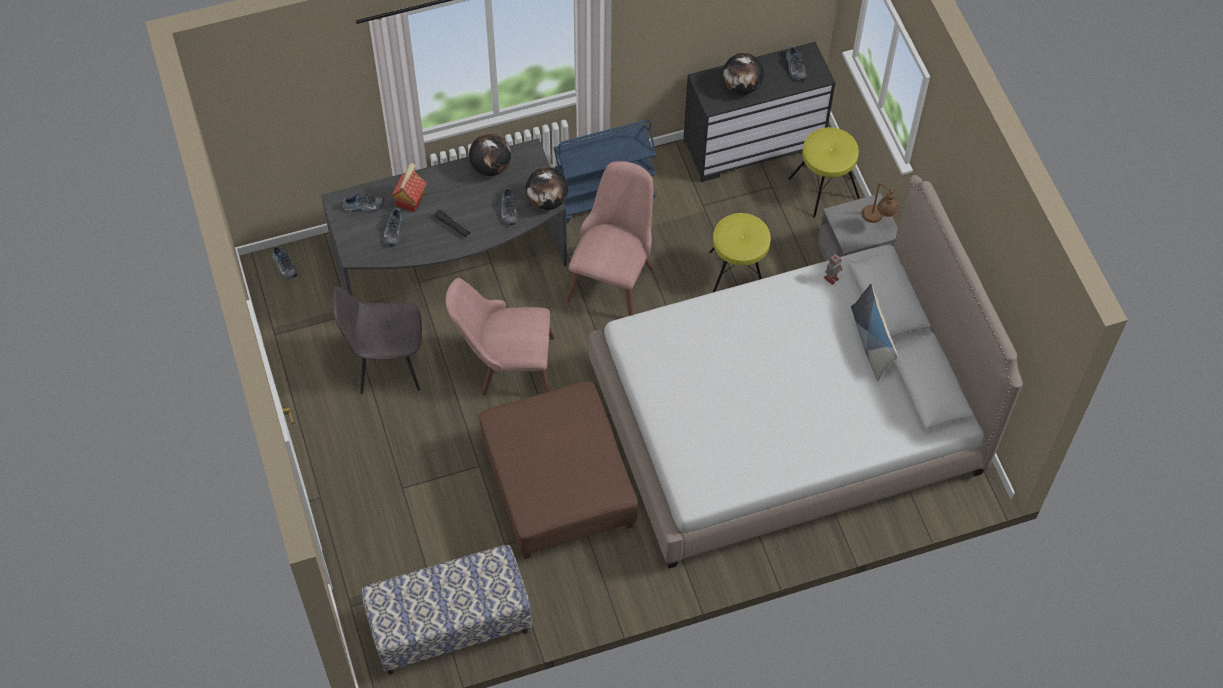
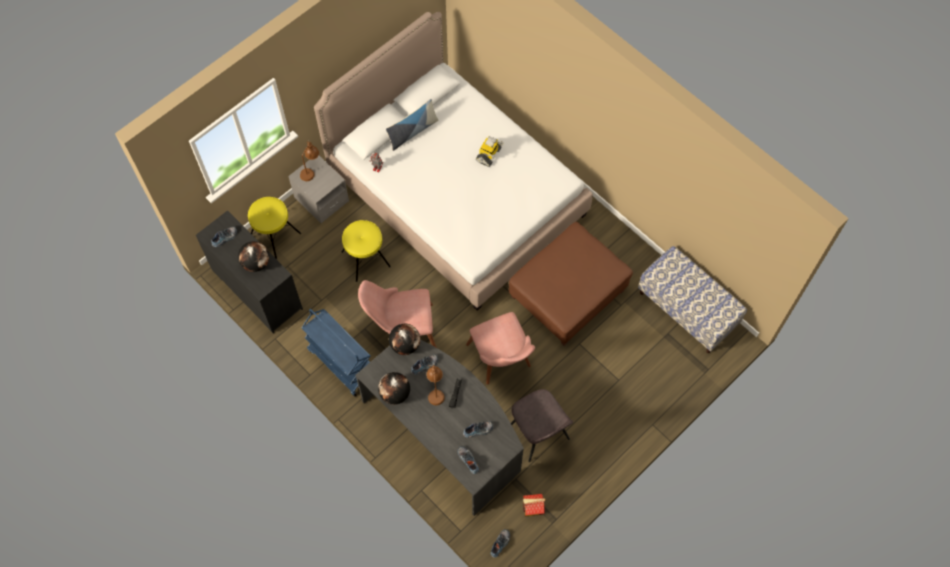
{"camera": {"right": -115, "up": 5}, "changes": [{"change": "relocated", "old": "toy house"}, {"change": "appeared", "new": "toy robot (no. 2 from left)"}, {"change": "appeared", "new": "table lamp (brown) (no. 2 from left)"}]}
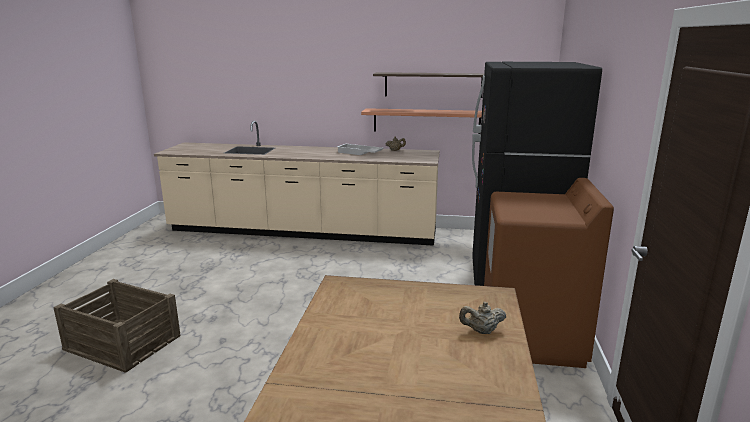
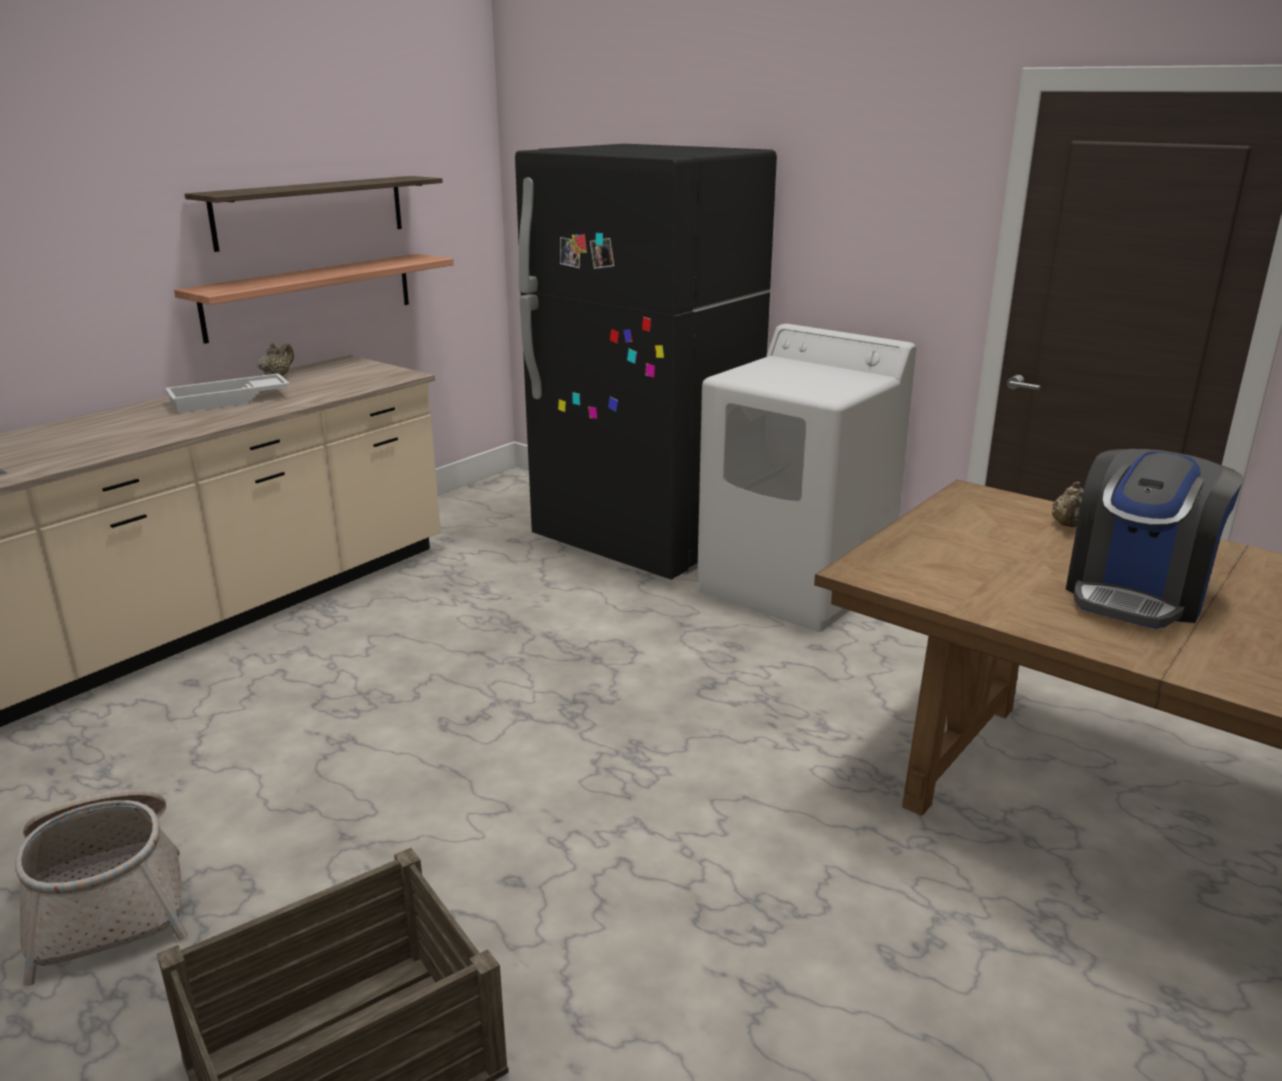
{"camera": {"right": -60, "up": 5}, "changes": [{"change": "colour", "old": "washing machine (brown)", "new": "washing machine (white)"}, {"change": "appeared", "new": "coffee machine"}, {"change": "appeared", "new": "basket"}]}
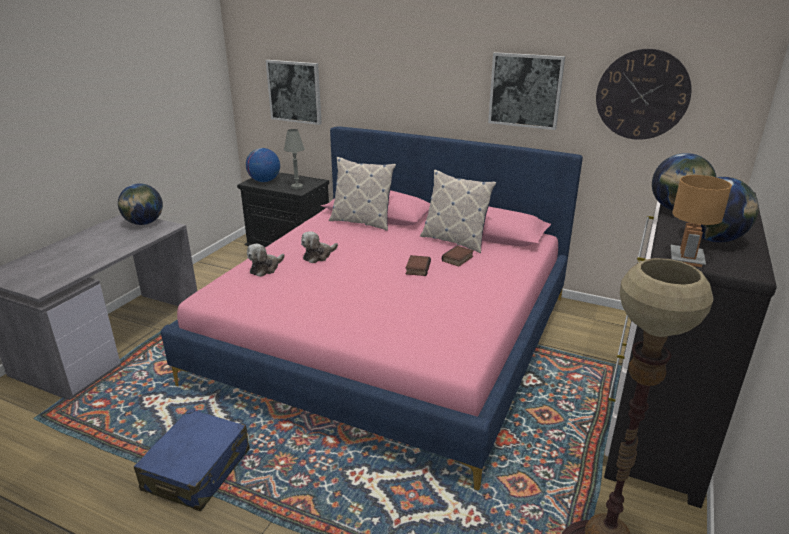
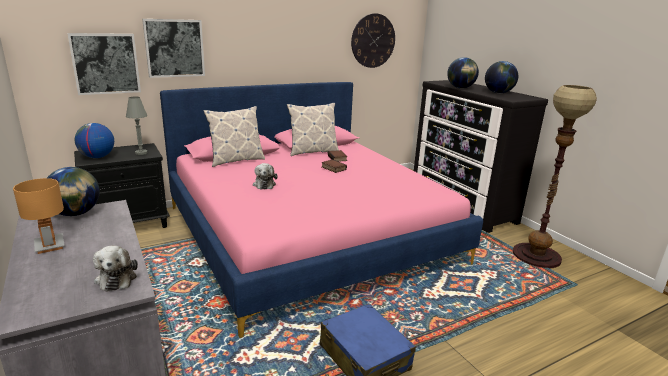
{"camera": {"right": -55, "up": -5}, "changes": [{"change": "relocated", "old": "picture (no. 2 from left)"}, {"change": "relocated", "old": "table lamp (brown)"}, {"change": "relocated", "old": "plush toy (no. 1 from left)"}]}
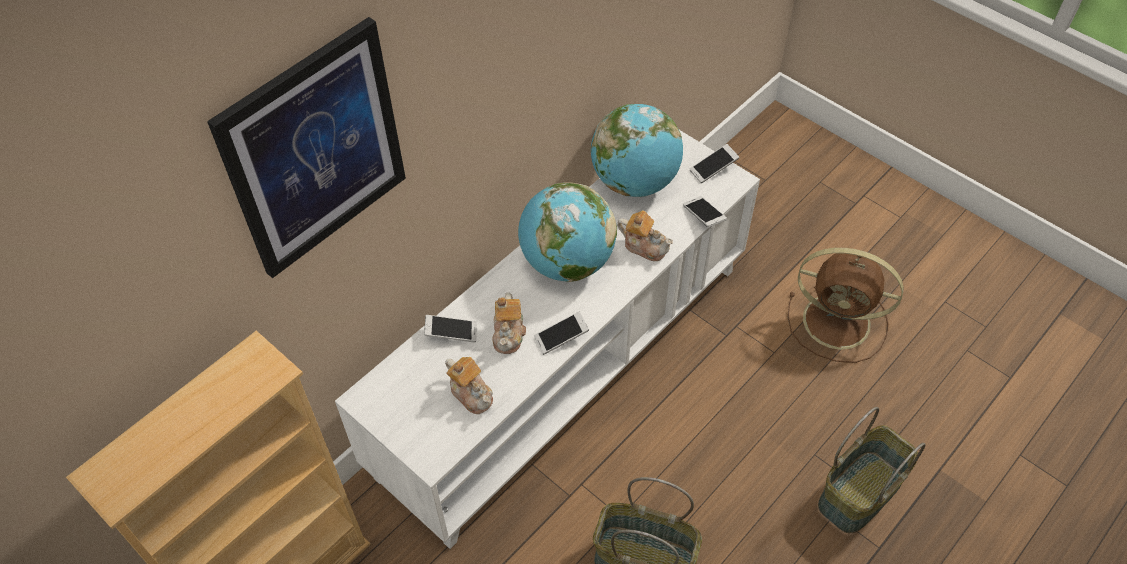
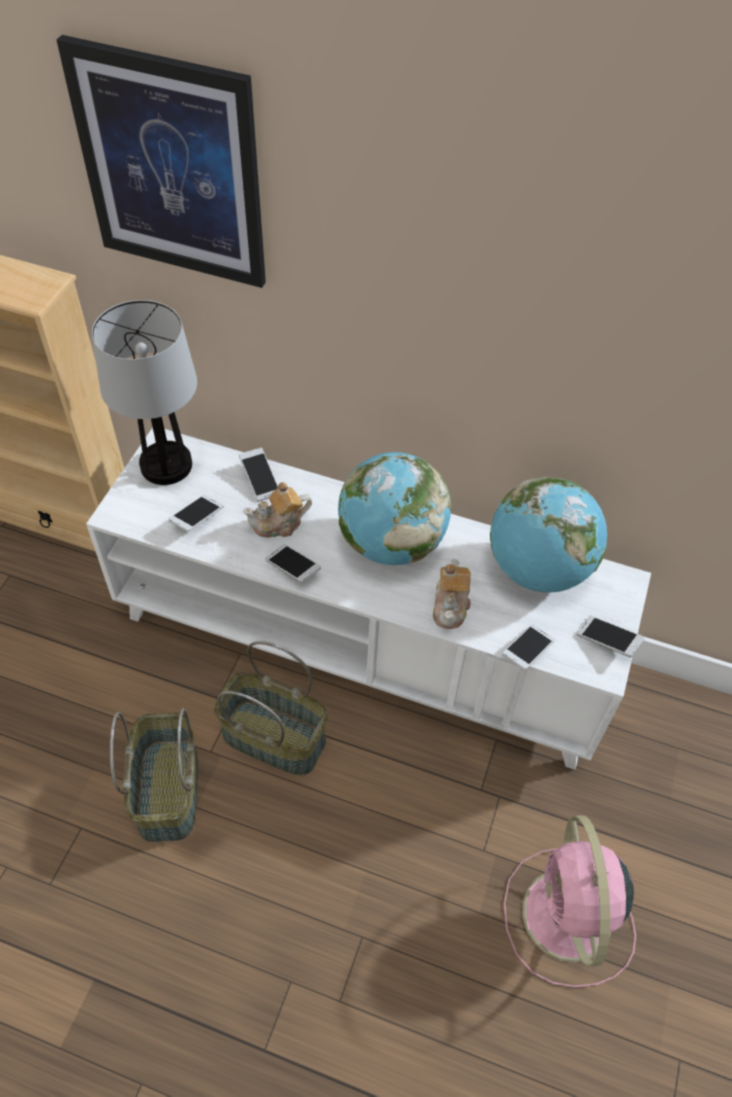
{"camera": {"right": 65, "up": 0}, "changes": [{"change": "colour", "old": "fan (brown)", "new": "fan (pink)"}, {"change": "exchanged", "old": "teapot (no. 1 from left)", "new": "phone (no. 1 from left)"}, {"change": "relocated", "old": "basket (no. 2 from left)"}, {"change": "appeared", "new": "table lamp"}]}
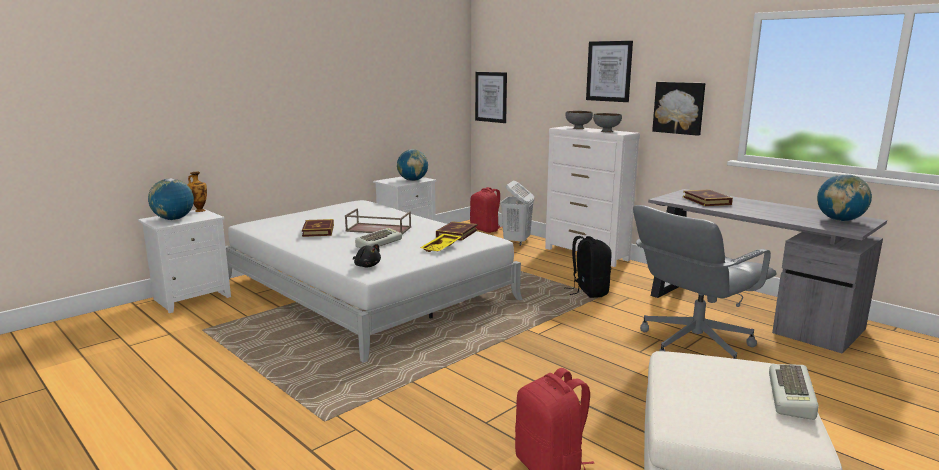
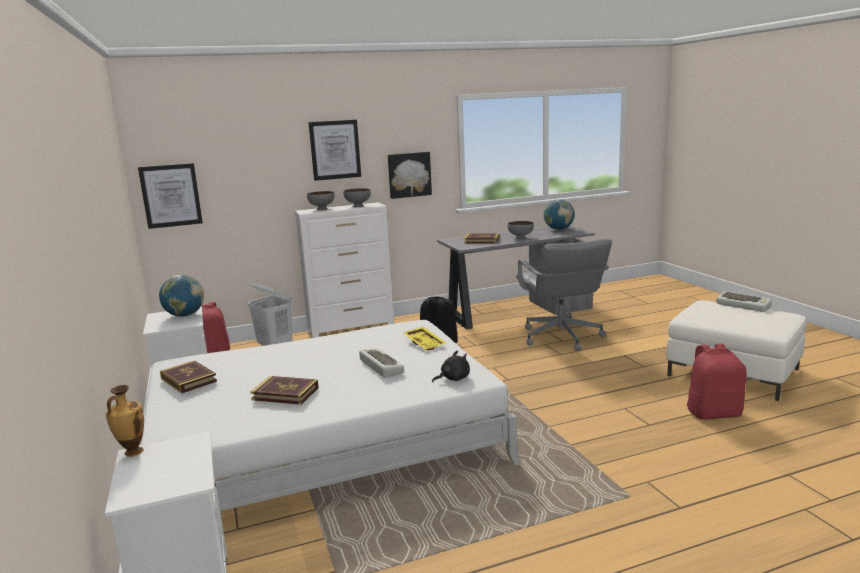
{"camera": {"right": -65, "up": 0}, "changes": [{"change": "missing", "old": "globe (no. 1 from left)"}, {"change": "missing", "old": "tray (brown)"}, {"change": "relocated", "old": "book (no. 2 from left in the first image)", "new": "book (no. 1 from left)"}, {"change": "appeared", "new": "bowl (grey) (no. 3 from left)"}]}
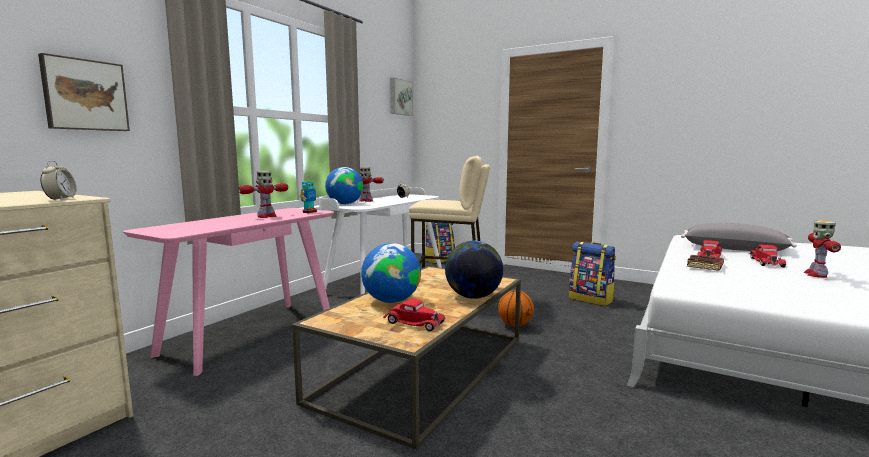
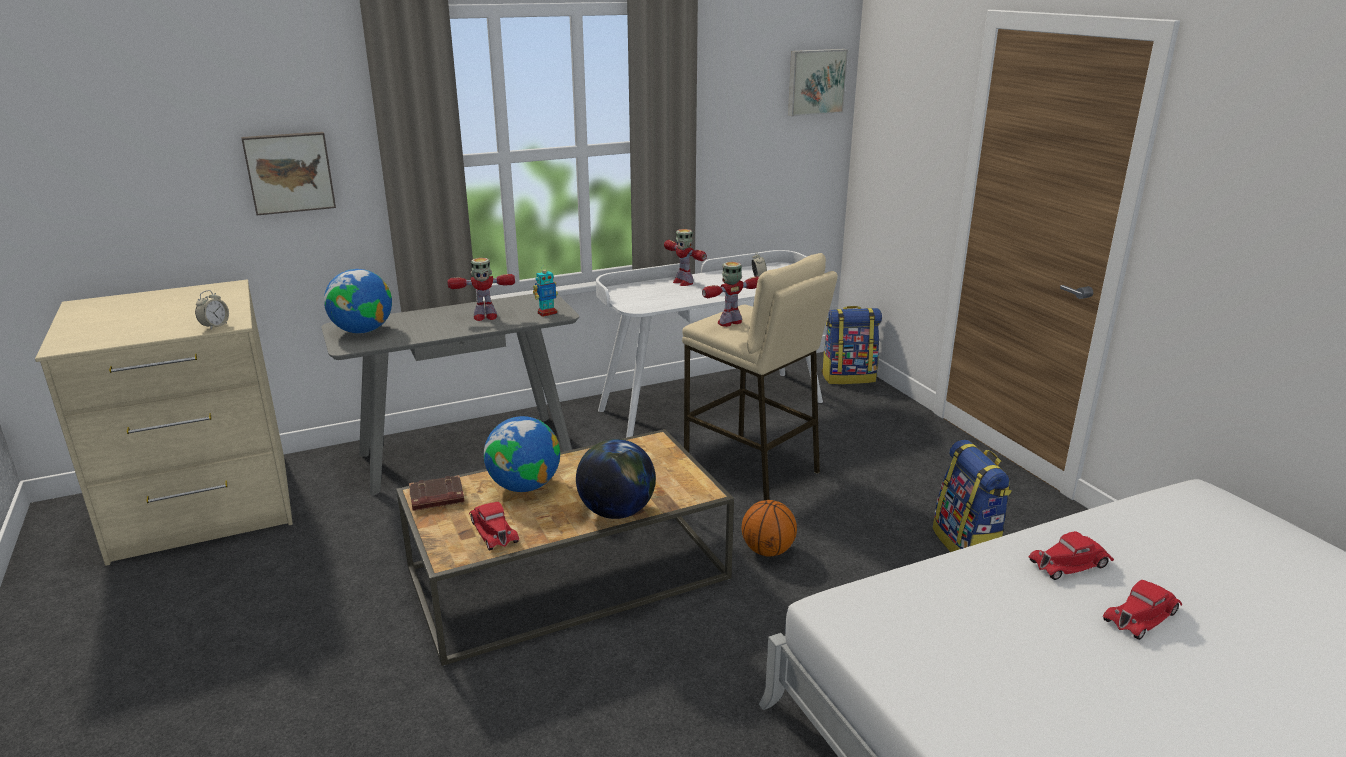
{"camera": {"right": 35, "up": 15}, "changes": [{"change": "relocated", "old": "globe (no. 1 from left)"}, {"change": "colour", "old": "console table (pink)", "new": "console table (grey)"}, {"change": "relocated", "old": "toy robot (no. 4 from left)"}, {"change": "missing", "old": "pillow (grey)"}, {"change": "relocated", "old": "book (brown)"}]}
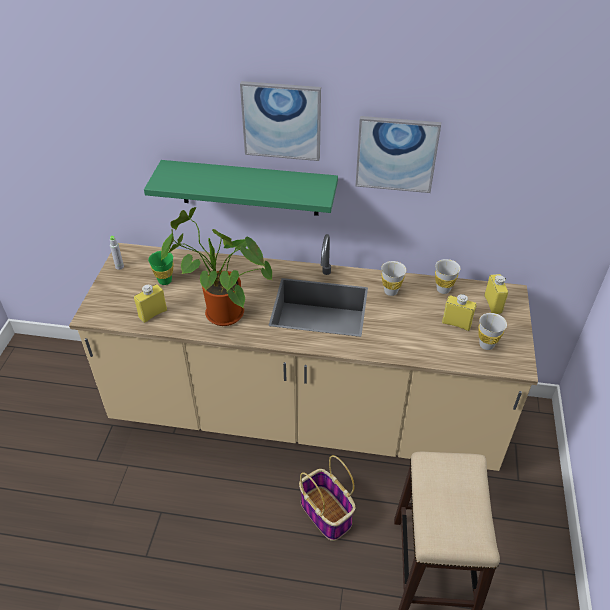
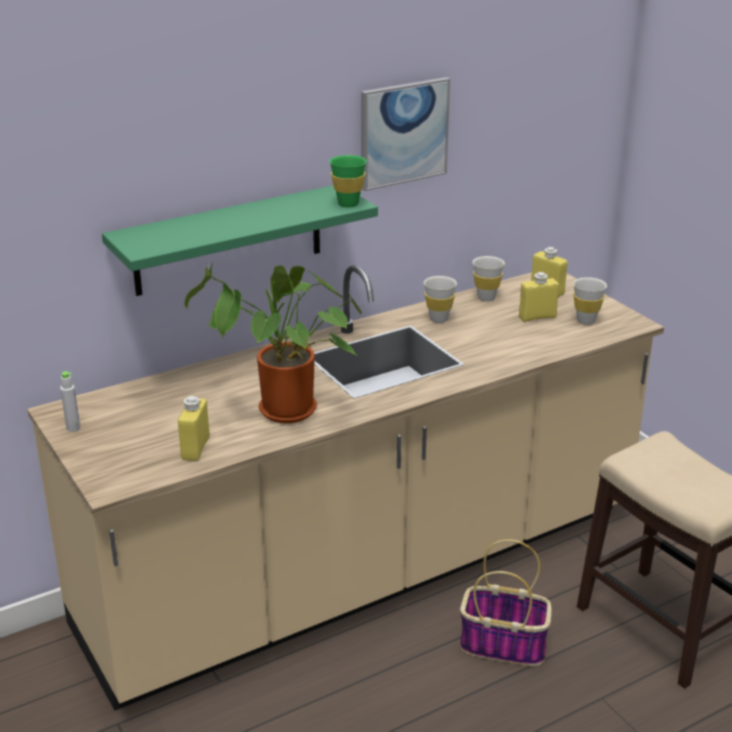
{"camera": {"right": -40, "up": -15}, "changes": [{"change": "missing", "old": "picture (no. 1 from left)"}, {"change": "relocated", "old": "cup (green)"}]}
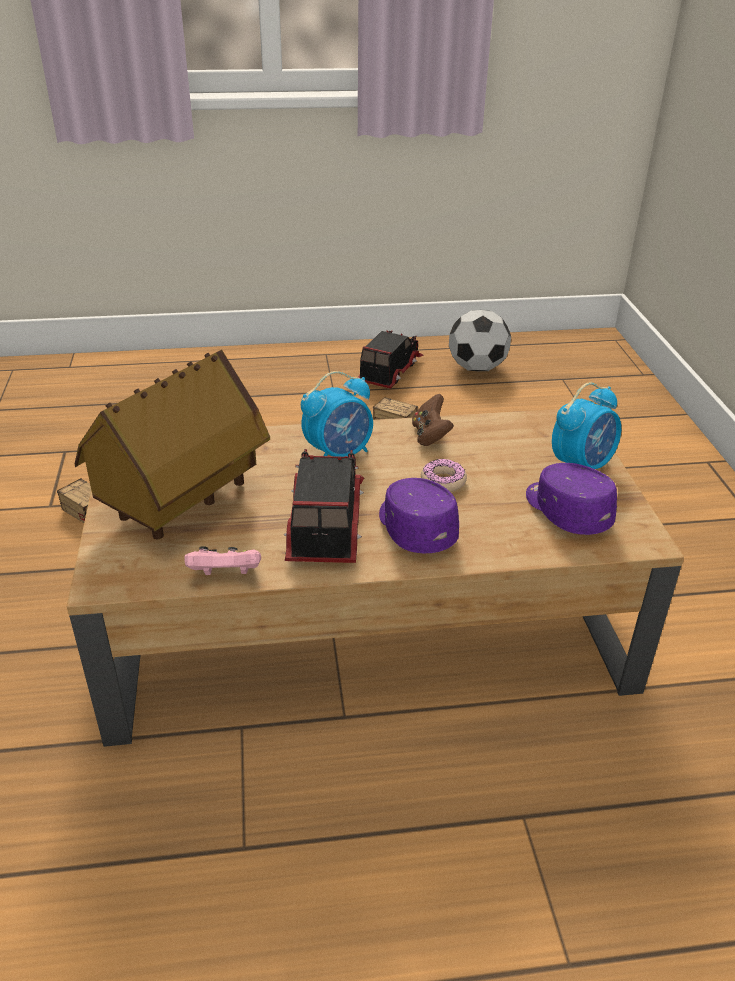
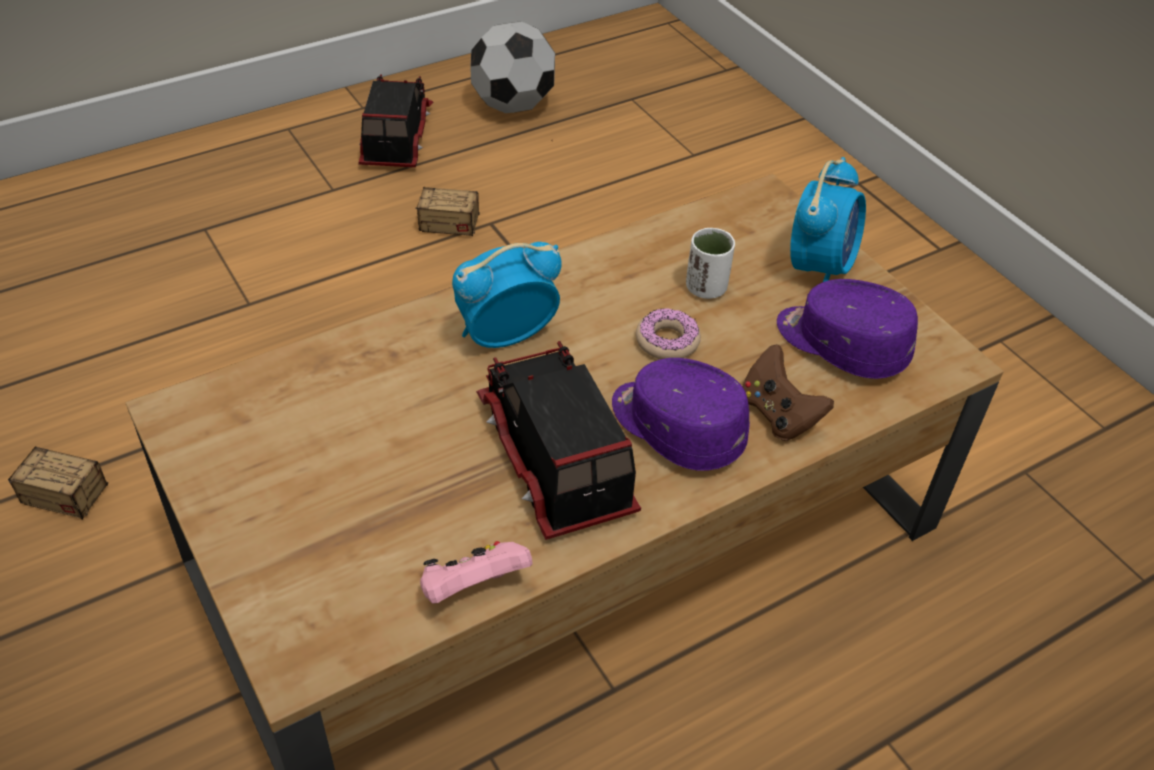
{"camera": {"right": -25, "up": 10}, "changes": [{"change": "missing", "old": "toy house"}, {"change": "spun", "old": "alarm clock (no. 1 from left)", "degrees": -150}, {"change": "relocated", "old": "game controller (brown)"}, {"change": "appeared", "new": "cup (white)"}]}
